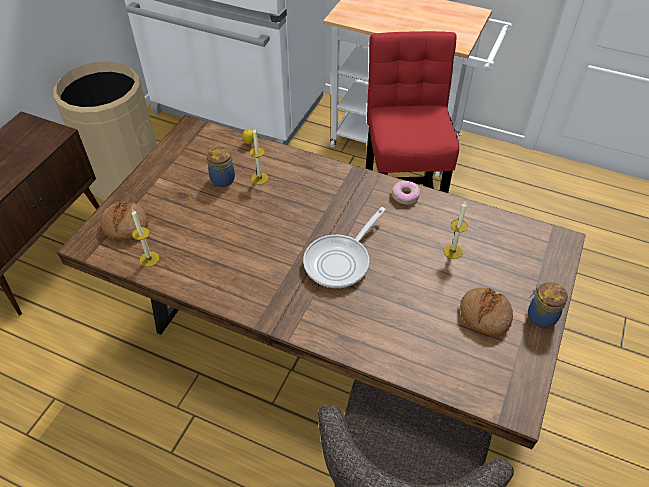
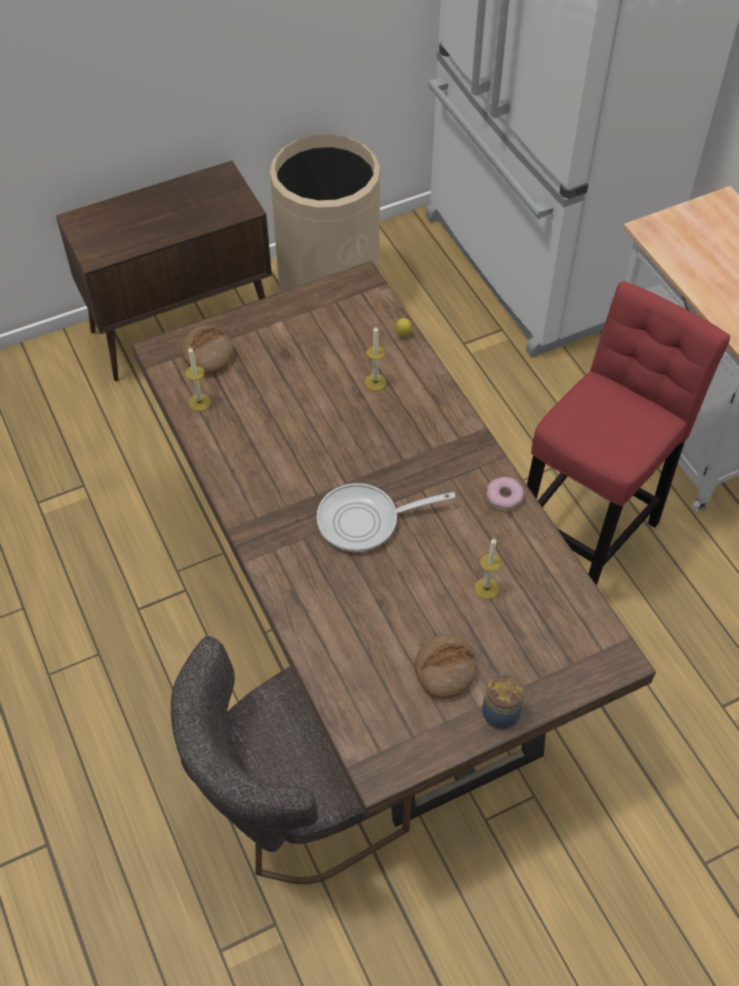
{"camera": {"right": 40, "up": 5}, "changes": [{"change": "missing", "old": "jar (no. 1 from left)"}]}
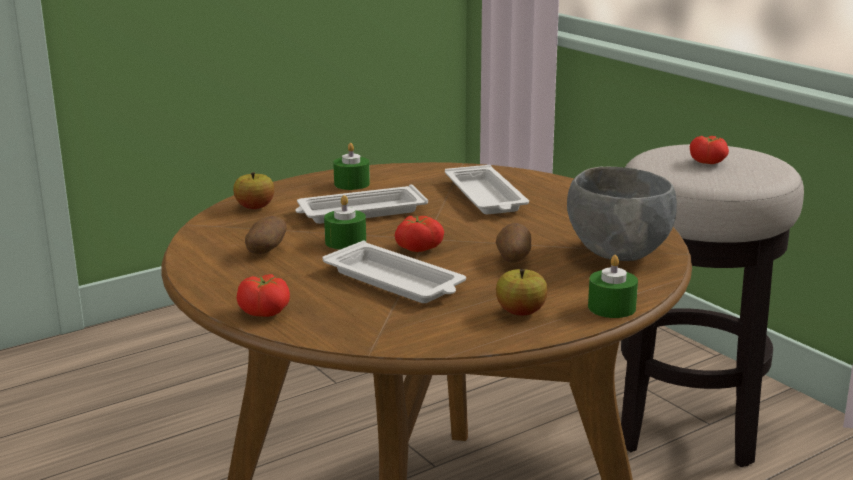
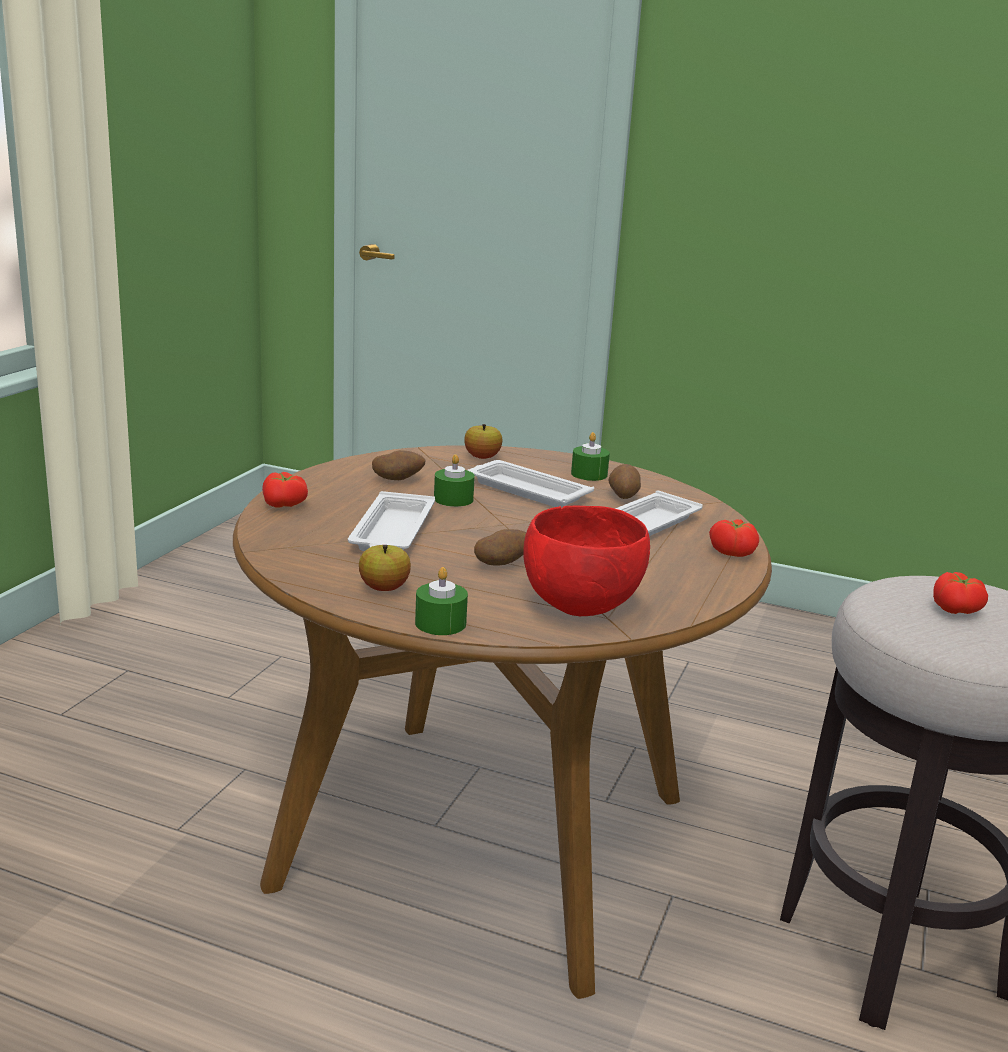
{"camera": {"right": 55, "up": 0}, "changes": [{"change": "colour", "old": "bowl (grey)", "new": "bowl (red)"}, {"change": "relocated", "old": "tomato (no. 2 from left)"}, {"change": "appeared", "new": "potato (no. 3 from left)"}]}
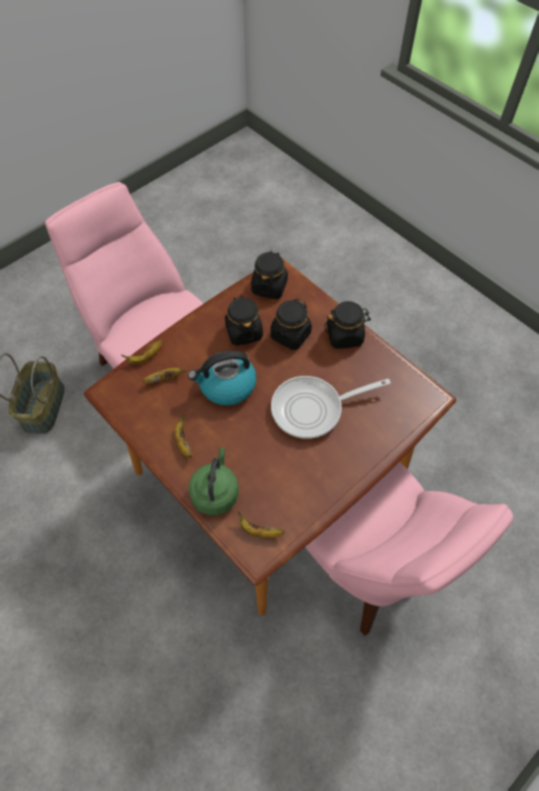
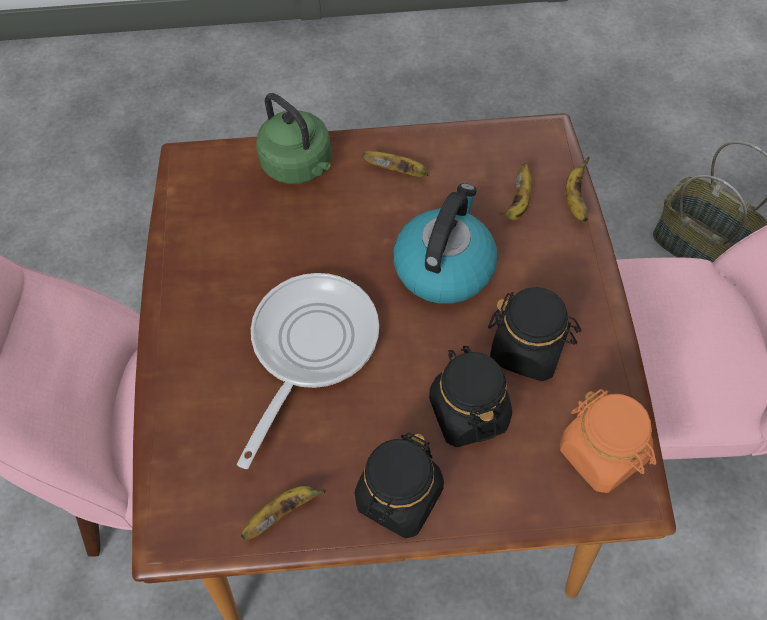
{"camera": {"right": 130, "up": 0}, "changes": [{"change": "colour", "old": "jar (black) (no. 2 from left)", "new": "jar (orange)"}, {"change": "relocated", "old": "banana (no. 4 from left in the first image)", "new": "banana (no. 1 from left)"}]}
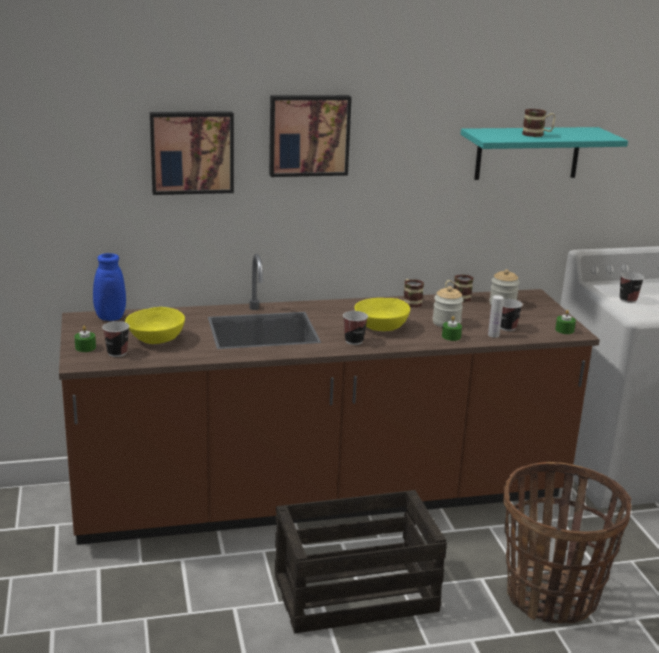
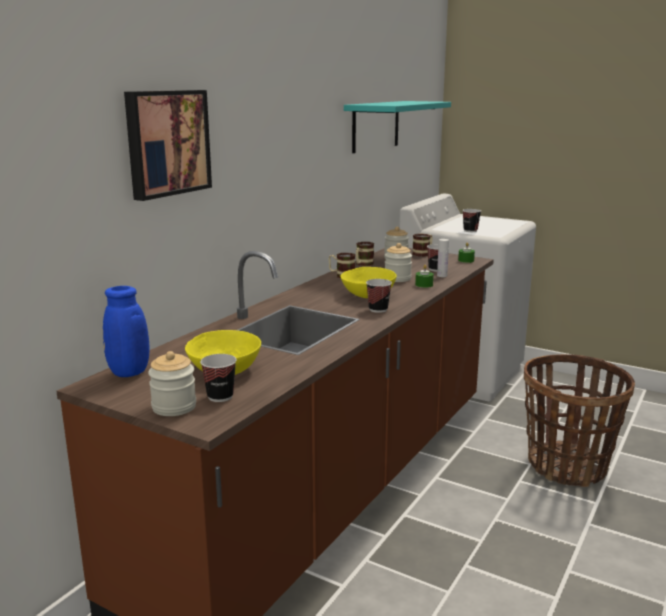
{"camera": {"right": -45, "up": -5}, "changes": [{"change": "missing", "old": "picture (no. 2 from left)"}, {"change": "relocated", "old": "mug (no. 3 from left)"}, {"change": "exchanged", "old": "candle (green) (no. 1 from left)", "new": "jar (no. 1 from left)"}, {"change": "missing", "old": "crate"}]}
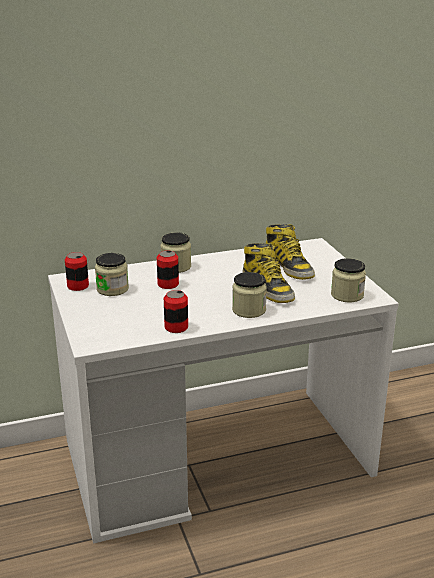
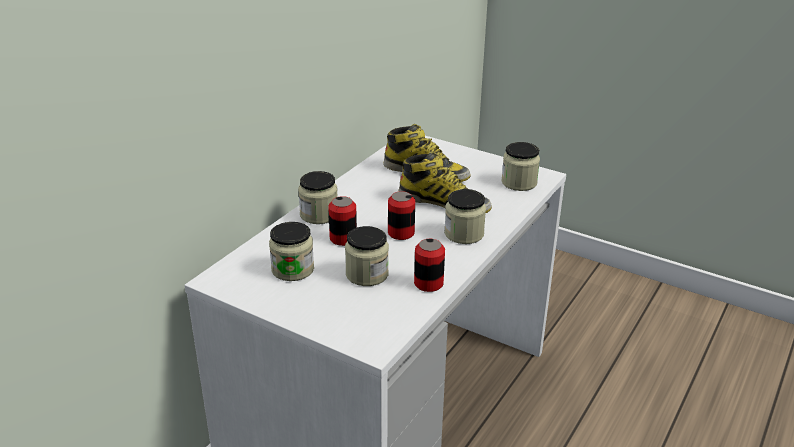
{"camera": {"right": -40, "up": 5}, "changes": [{"change": "relocated", "old": "can (no. 1 from left in the first image)", "new": "can (no. 2 from left)"}, {"change": "appeared", "new": "jar (no. 3 from left)"}]}
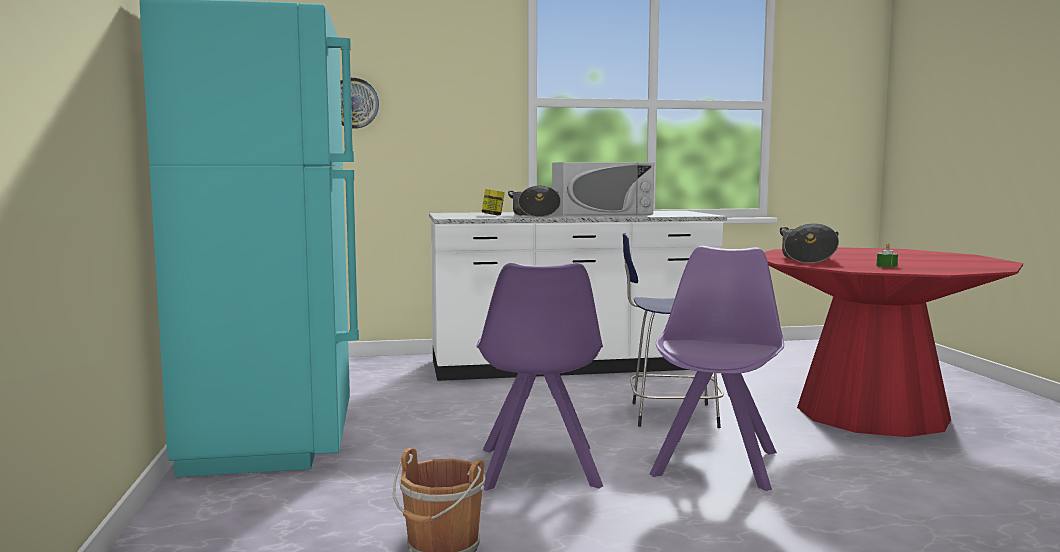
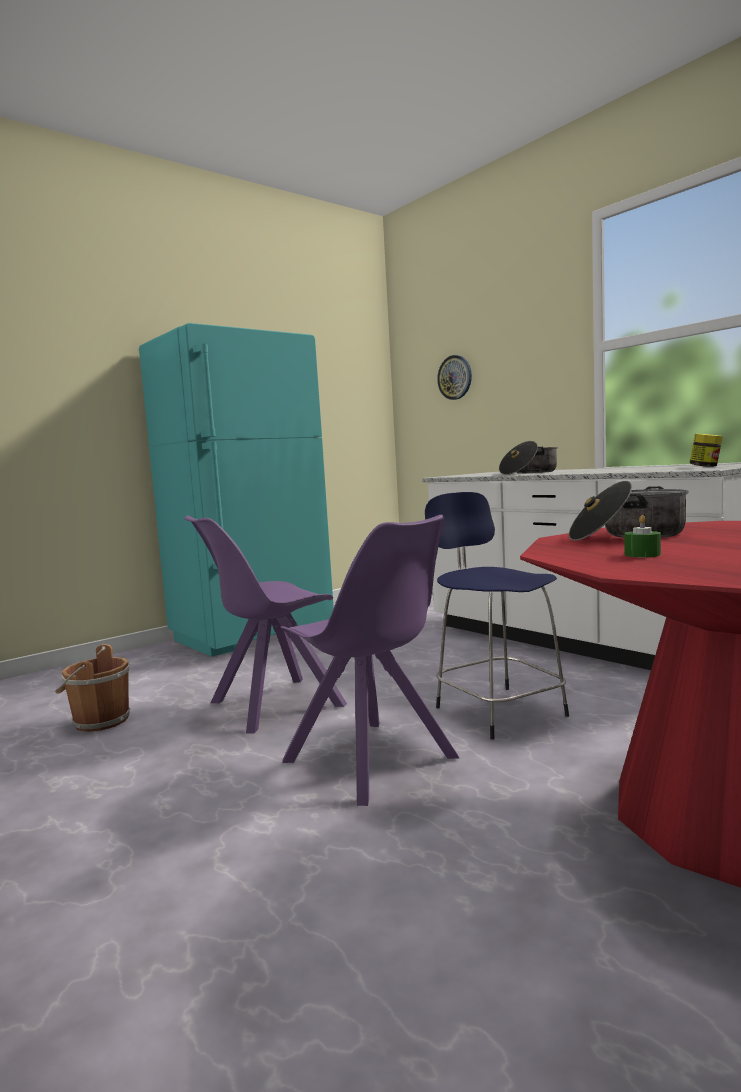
{"camera": {"right": 60, "up": 0}, "changes": [{"change": "missing", "old": "microwave (white)"}, {"change": "relocated", "old": "jar"}, {"change": "spun", "old": "chair (purple) (no. 2 from left)", "degrees": 60}]}
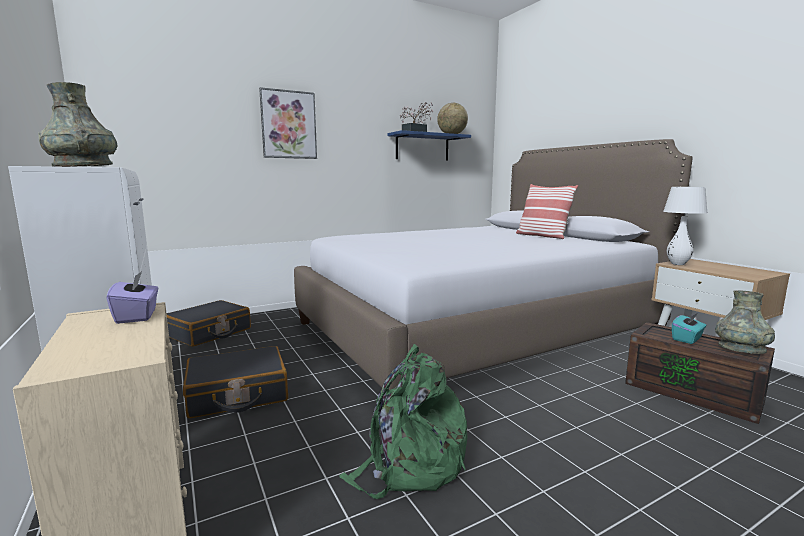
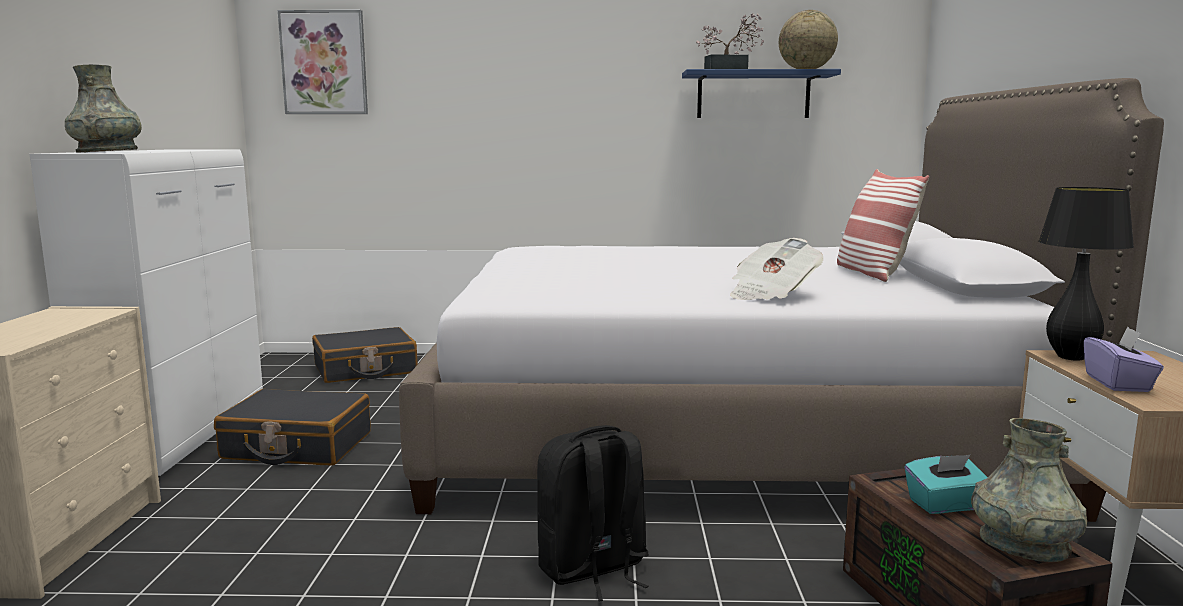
{"camera": {"right": 30, "up": 0}, "changes": [{"change": "relocated", "old": "picture"}, {"change": "colour", "old": "table lamp (white)", "new": "table lamp (black)"}, {"change": "relocated", "old": "tissue box (purple)"}, {"change": "missing", "old": "backpack (green)"}, {"change": "appeared", "new": "newspaper"}, {"change": "appeared", "new": "backpack (black)"}]}
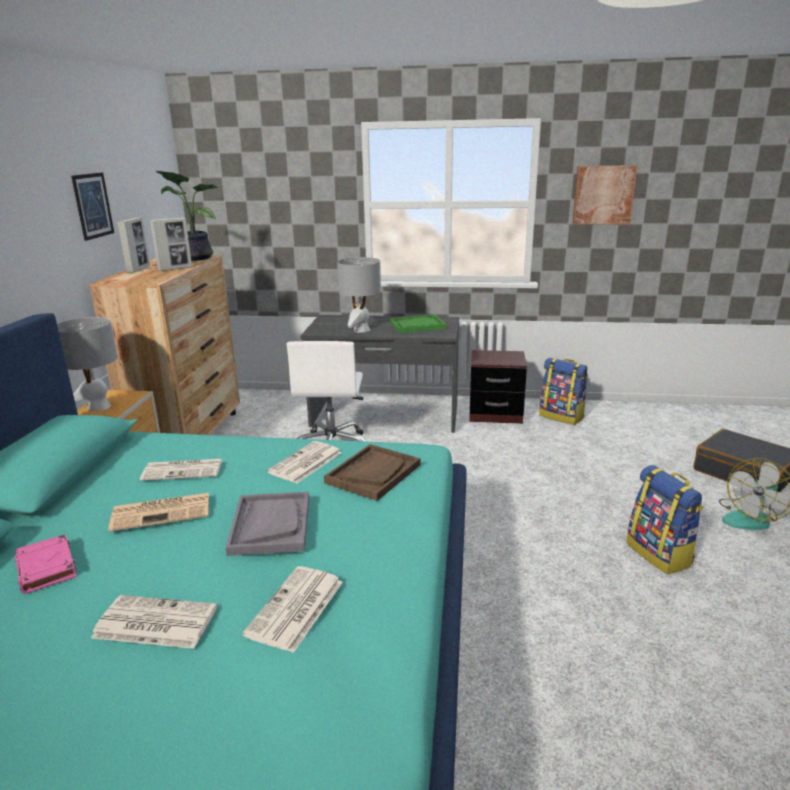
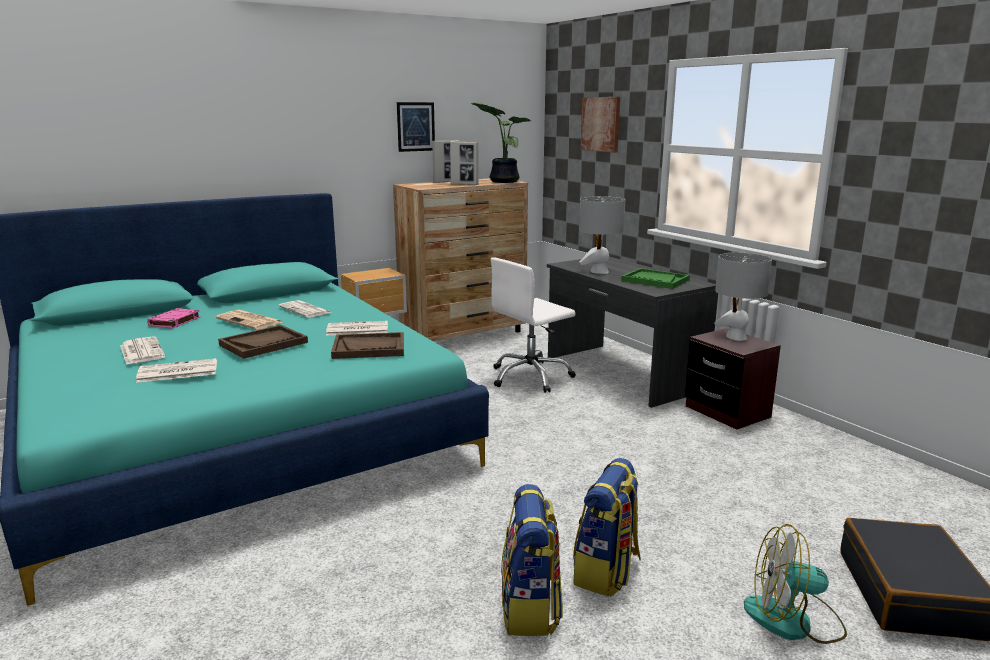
{"camera": {"right": 50, "up": -5}, "changes": [{"change": "relocated", "old": "picture (no. 2 from left)"}, {"change": "relocated", "old": "table lamp (grey) (no. 1 from left in the first image)", "new": "table lamp (grey) (no. 2 from left)"}, {"change": "relocated", "old": "backpack (no. 1 from left)"}, {"change": "colour", "old": "tray (grey)", "new": "tray (brown) (no. 1 from left)"}]}
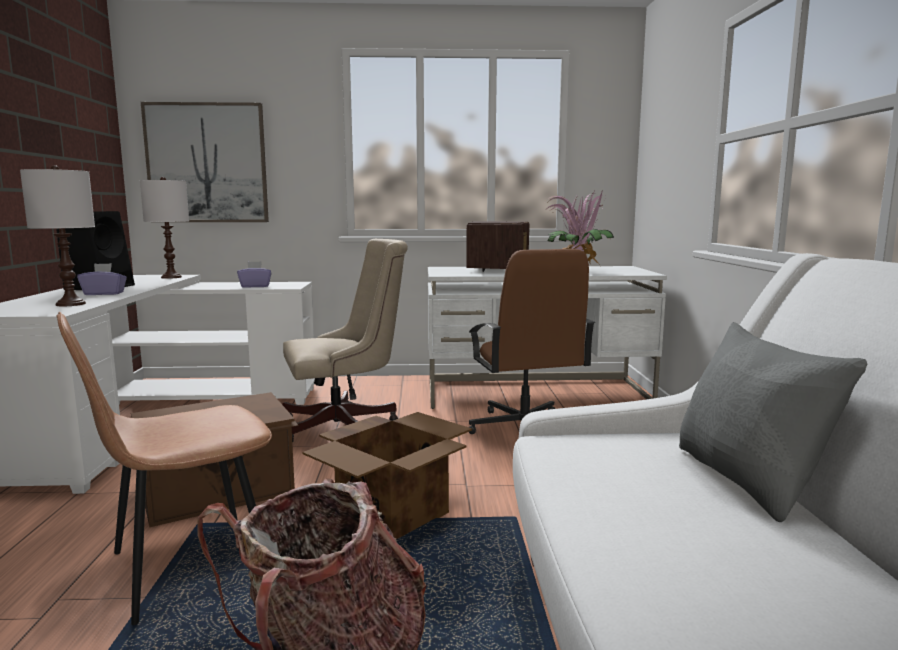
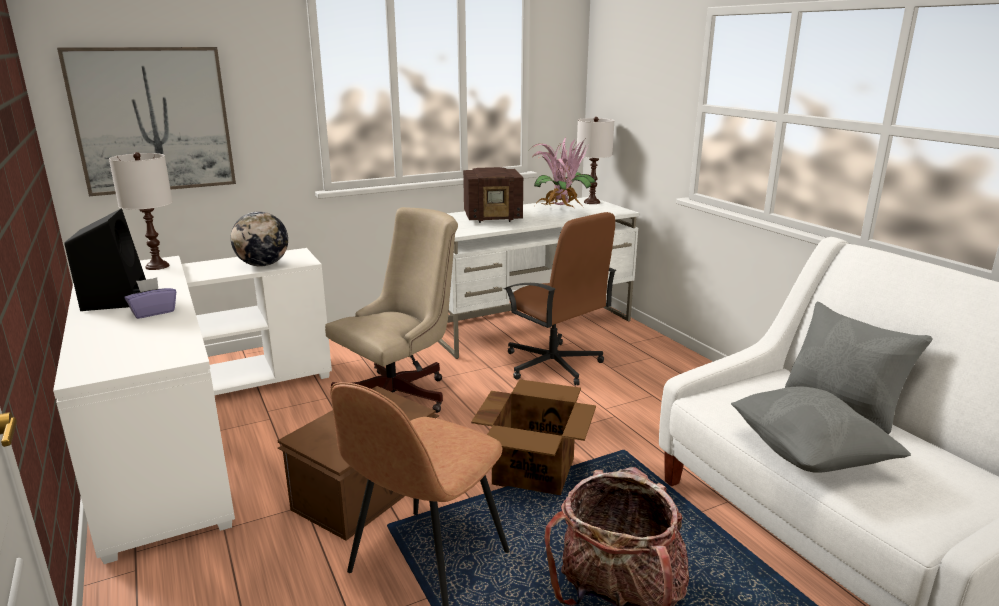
{"camera": {"right": -25, "up": 10}, "changes": [{"change": "relocated", "old": "table lamp (white) (no. 1 from left in the first image)", "new": "table lamp (white) (no. 2 from left)"}, {"change": "spun", "old": "radio", "degrees": 90}, {"change": "exchanged", "old": "tissue box (purple) (no. 2 from left)", "new": "globe"}, {"change": "appeared", "new": "pillow (grey) (no. 1 from left)"}]}
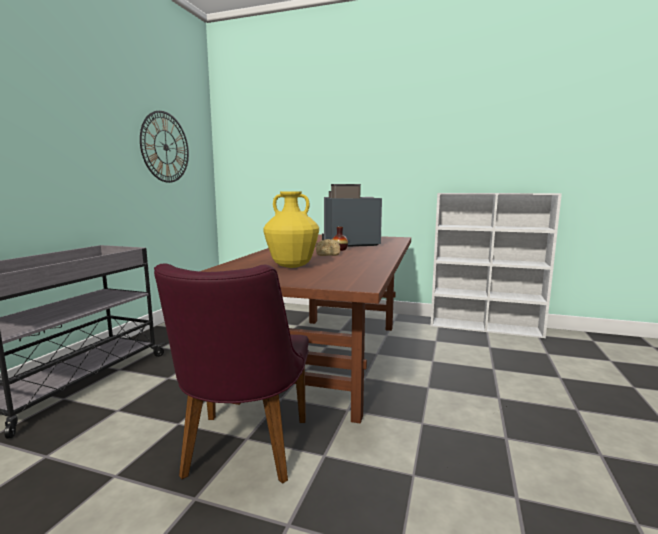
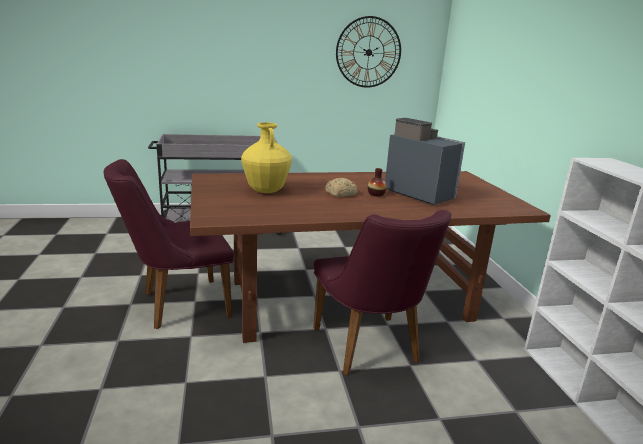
{"camera": {"right": 60, "up": 10}, "changes": [{"change": "appeared", "new": "chair (purple) (no. 2 from left)"}]}
